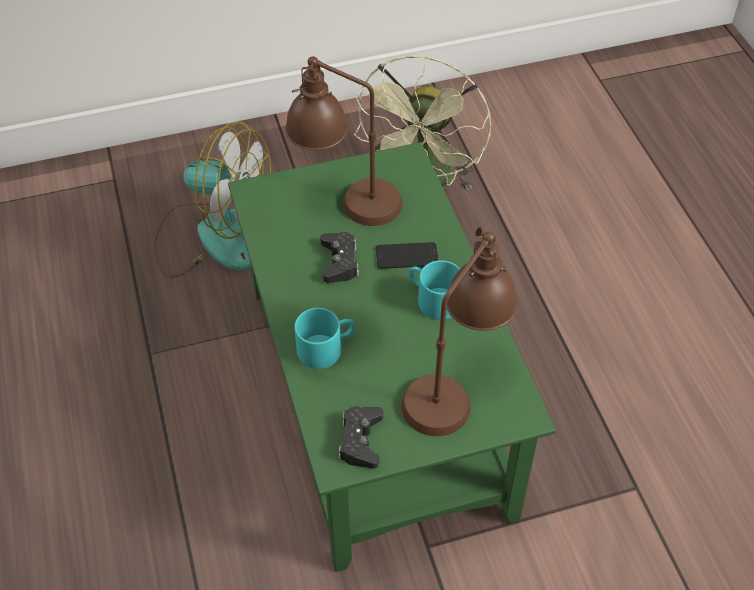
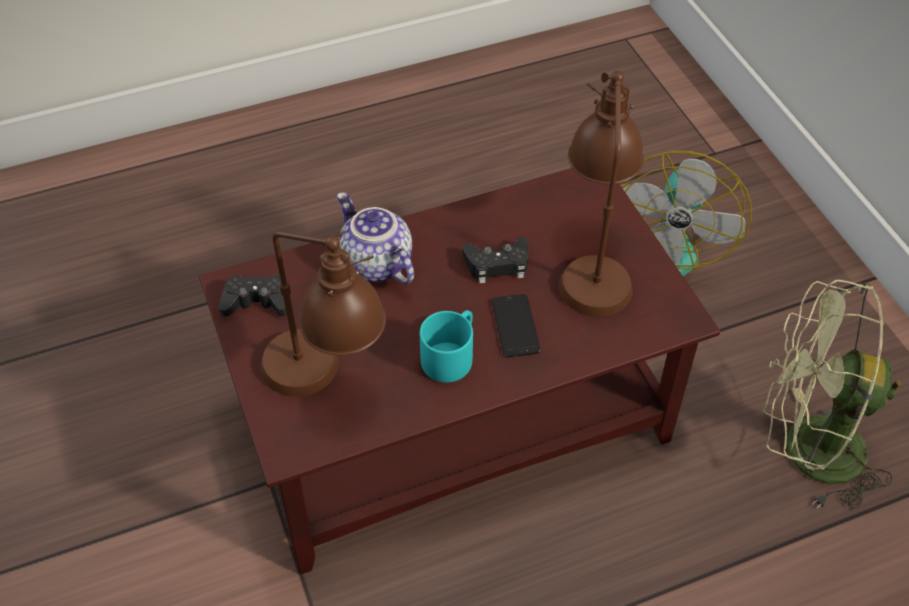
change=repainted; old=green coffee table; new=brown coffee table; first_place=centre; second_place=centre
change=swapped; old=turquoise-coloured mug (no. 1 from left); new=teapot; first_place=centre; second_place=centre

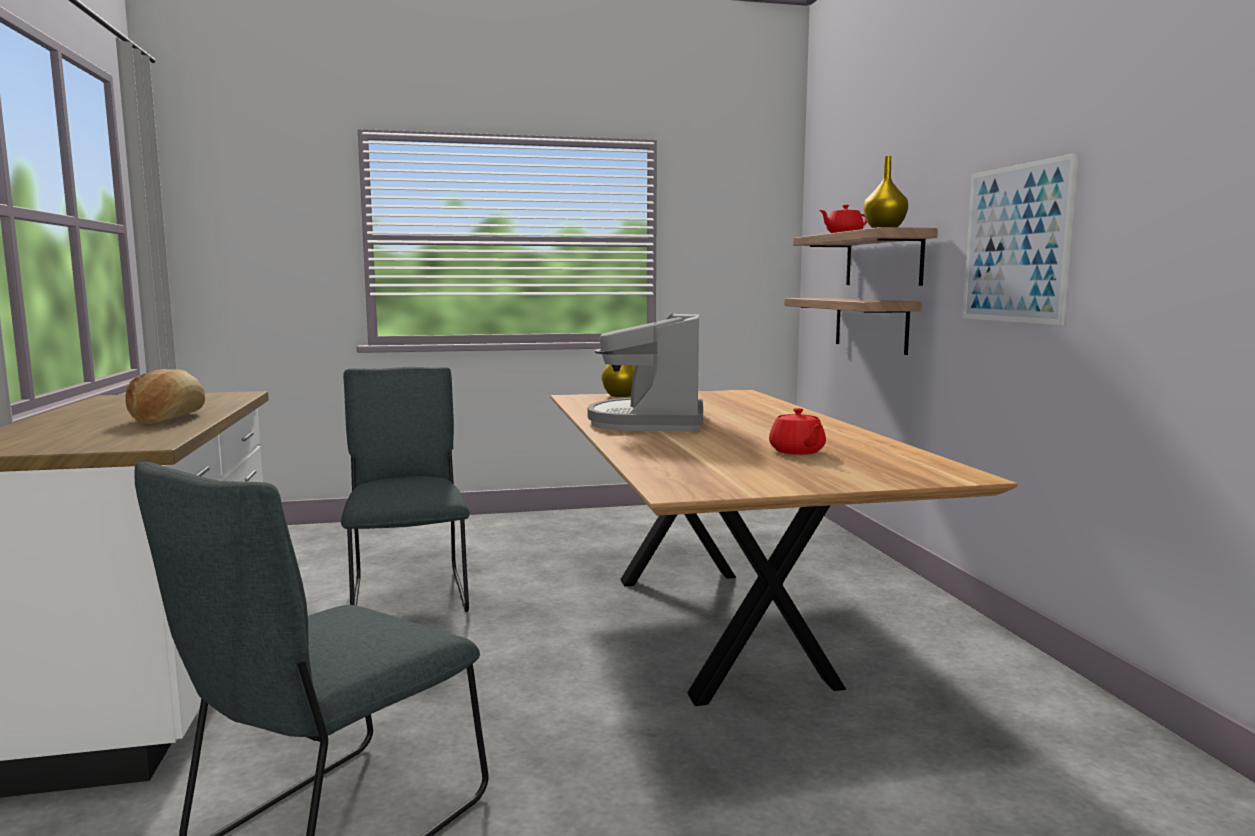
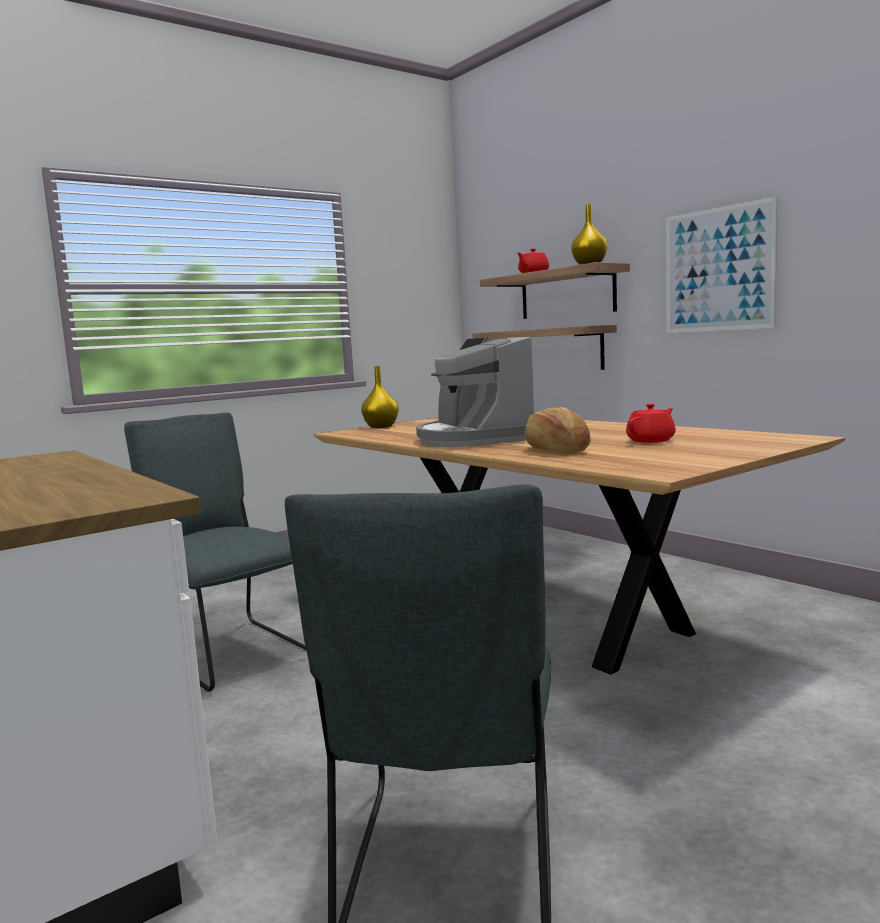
change=shifted; old=bakery bread; first_place=middle left; second_place=centre
change=rotated; old=red teapot (no. 1 from left in the first image); first_place=centre; second_place=middle right; degrees=-90

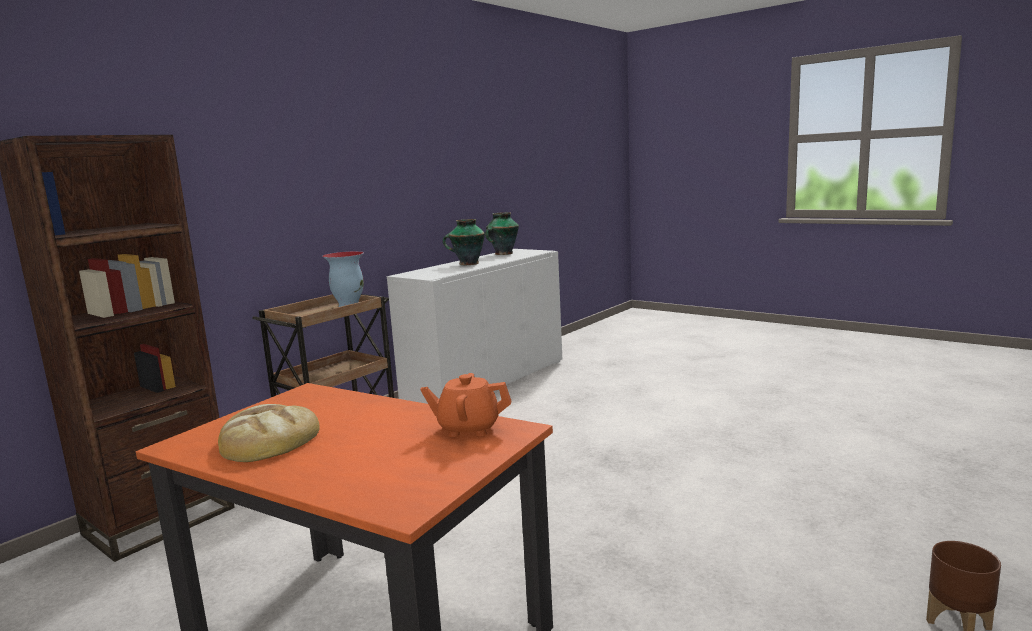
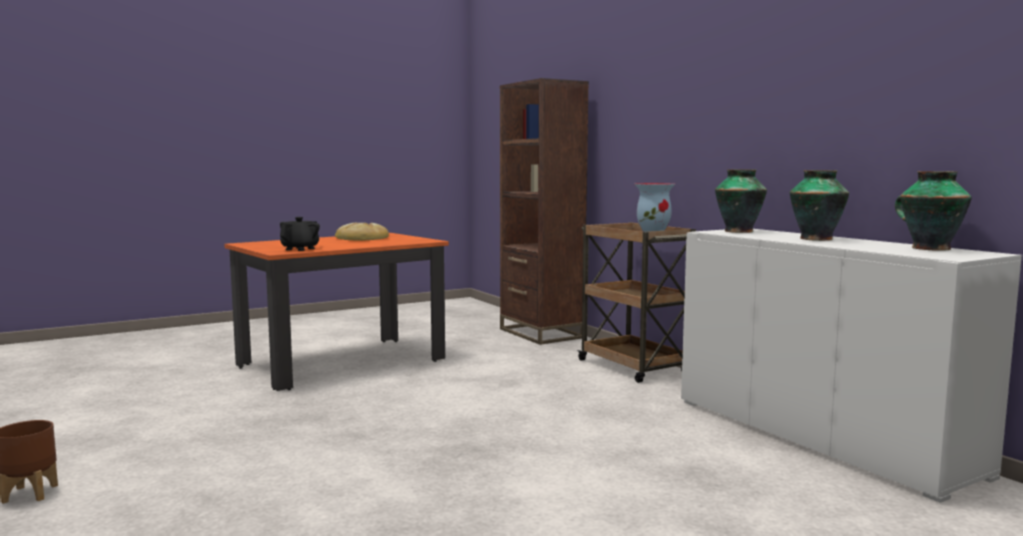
change=repainted; old=orangey teapot; new=black-coloured teapot; first_place=centre; second_place=middle left
change=new; new=decorative vase (no. 2 from left); second_place=middle right

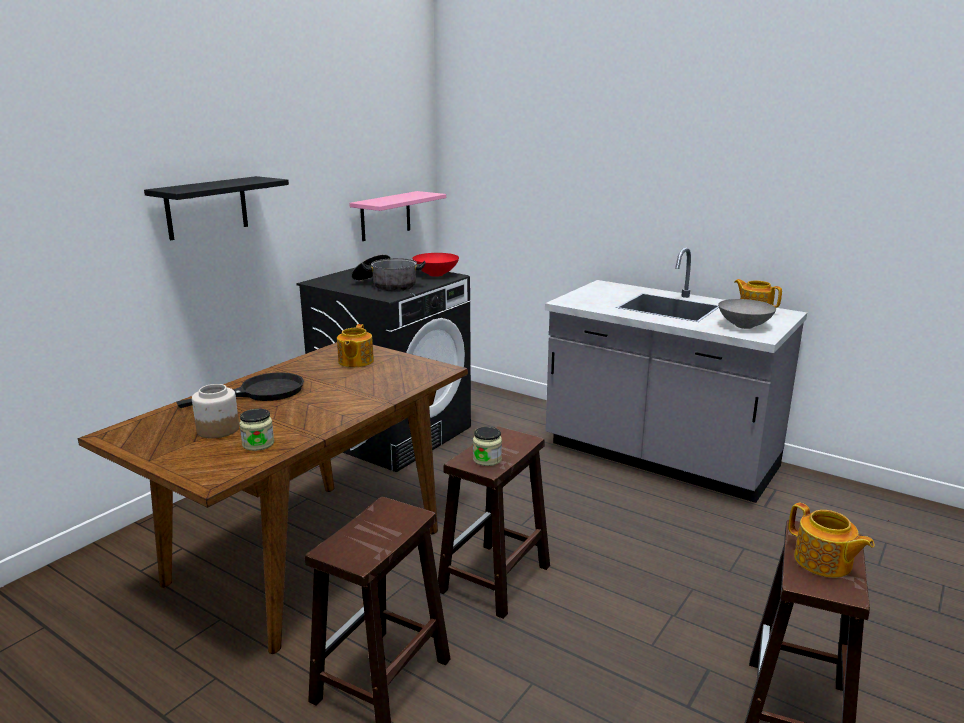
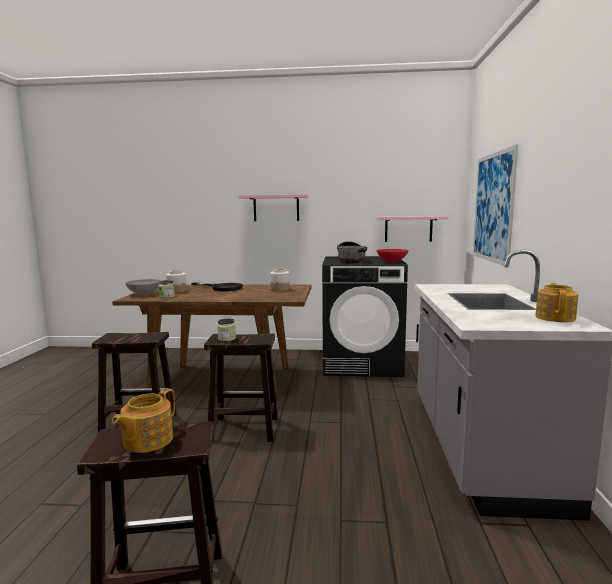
change=repainted; old=black-coloured shelf; new=pink shelf (no. 1 from left); first_place=top left; second_place=centre
change=shifted; old=greyish serving bowl; first_place=middle right; second_place=middle left
change=swapped; old=teapot (no. 1 from left); new=storage jar (no. 4 from left); first_place=centre; second_place=centre
change=new; new=wall picture; second_place=middle right

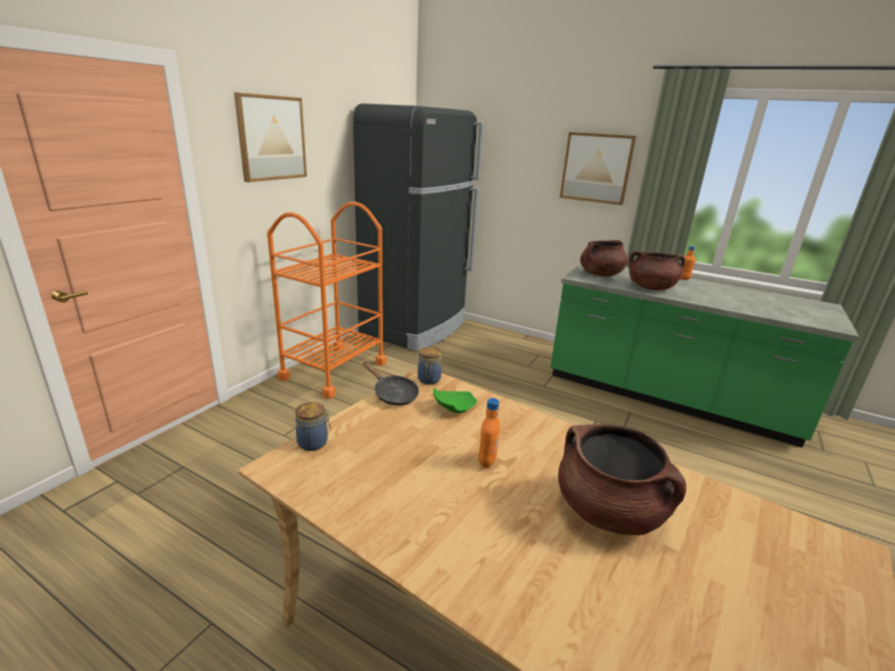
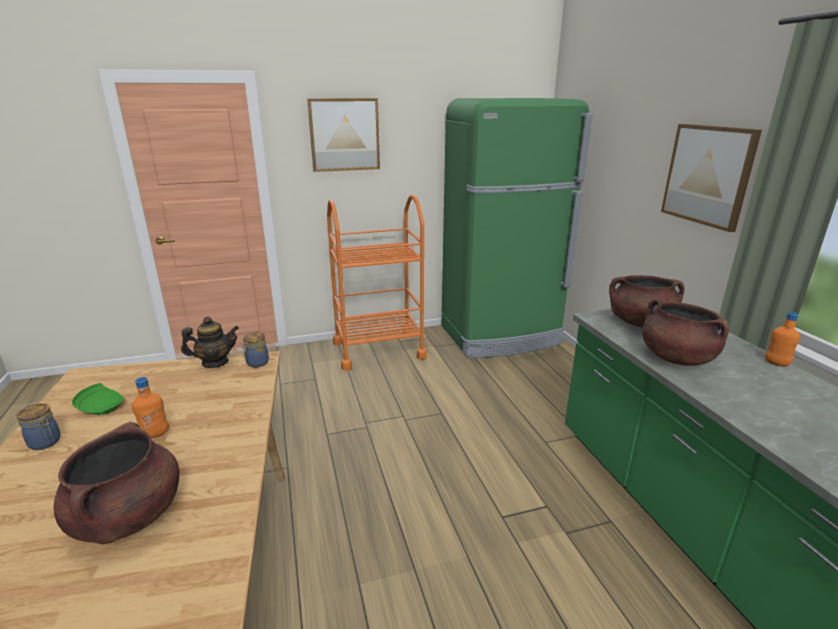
change=repainted; old=black-coloured kitchen fridge; new=green kitchen fridge; first_place=centre; second_place=centre
change=swapped; old=black-coloured pan; new=teapot; first_place=centre; second_place=middle left
change=shifted; old=green plate; first_place=centre; second_place=middle left
change=shifted; old=storage jar (no. 1 from left); first_place=centre; second_place=bottom left

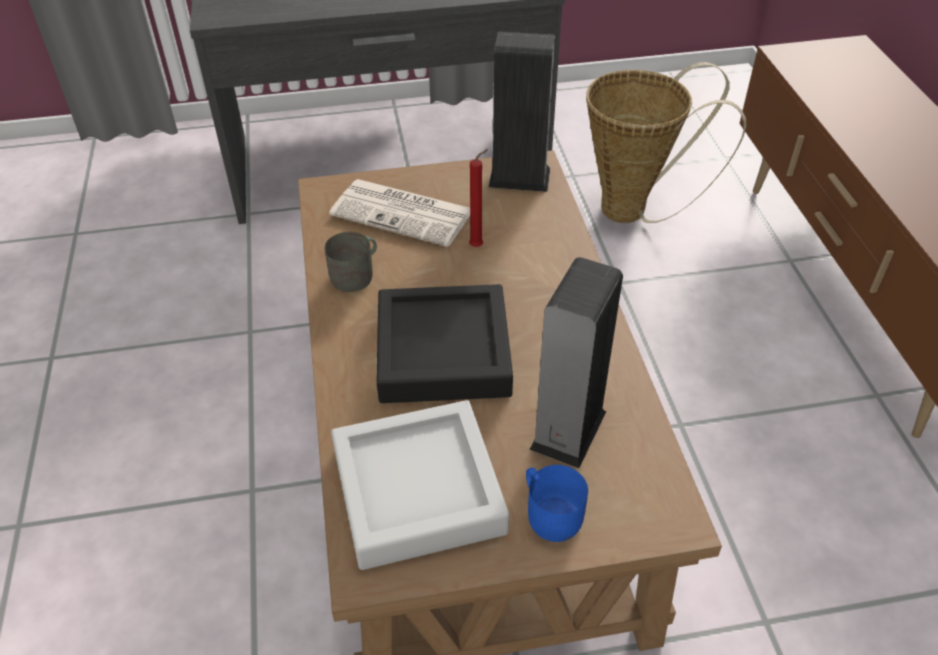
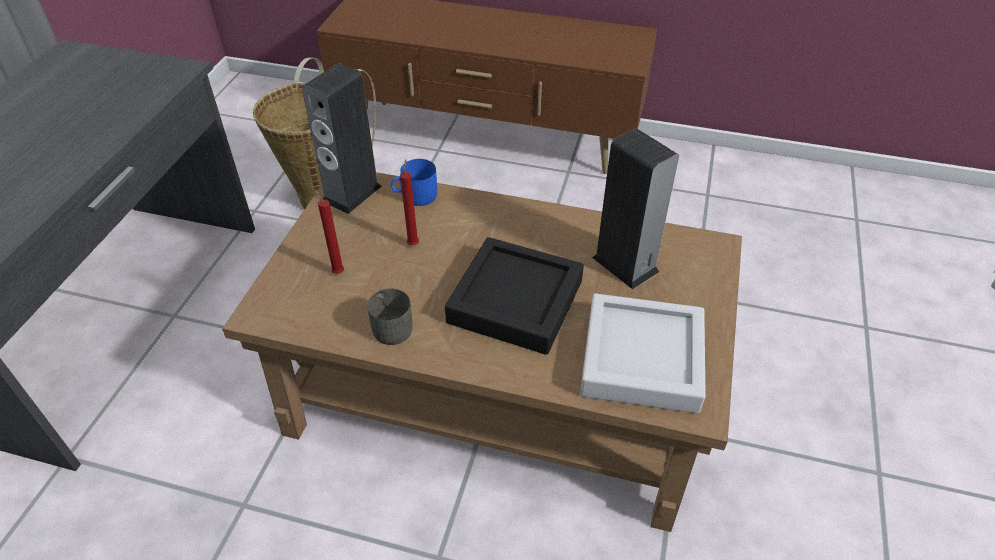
change=swapped; old=printed paper; new=red candle (no. 1 from left); first_place=top centre; second_place=middle left
change=shifted; old=blue mug; first_place=bottom centre; second_place=top centre

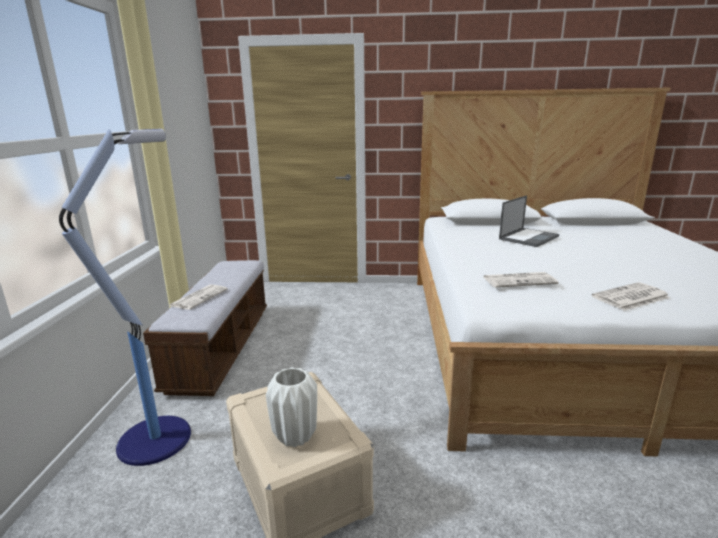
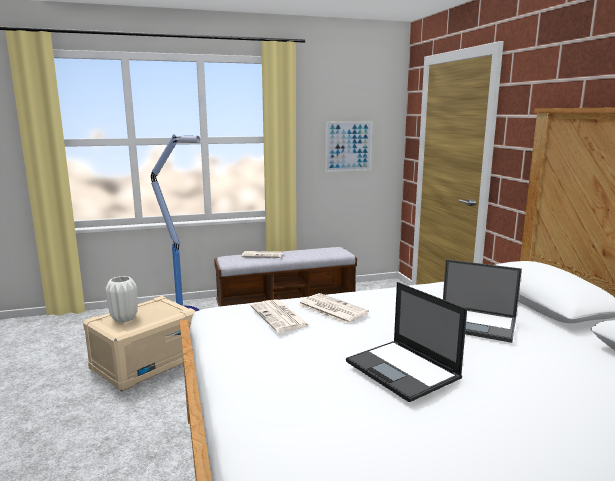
change=shifted; old=printed paper (no. 3 from left); first_place=middle right; second_place=centre
change=new; new=wall picture; second_place=top centre
change=new; new=portable computer (no. 1 from left); second_place=bottom centre

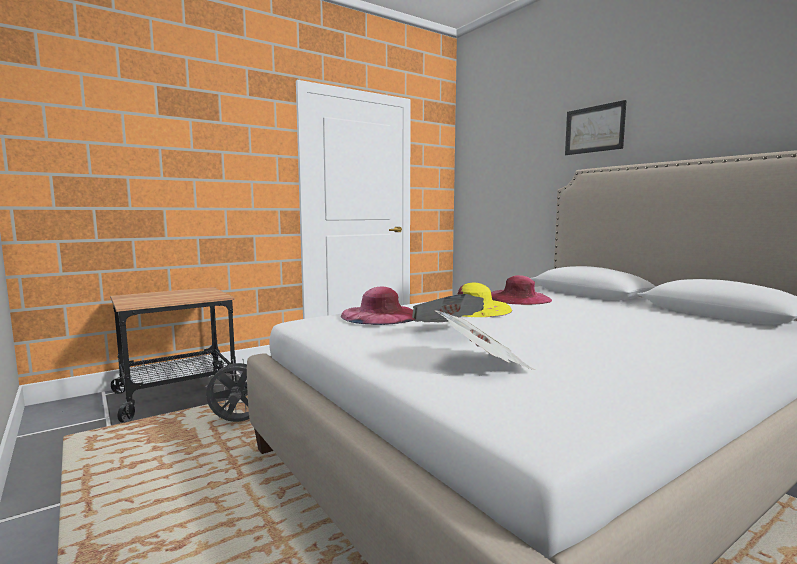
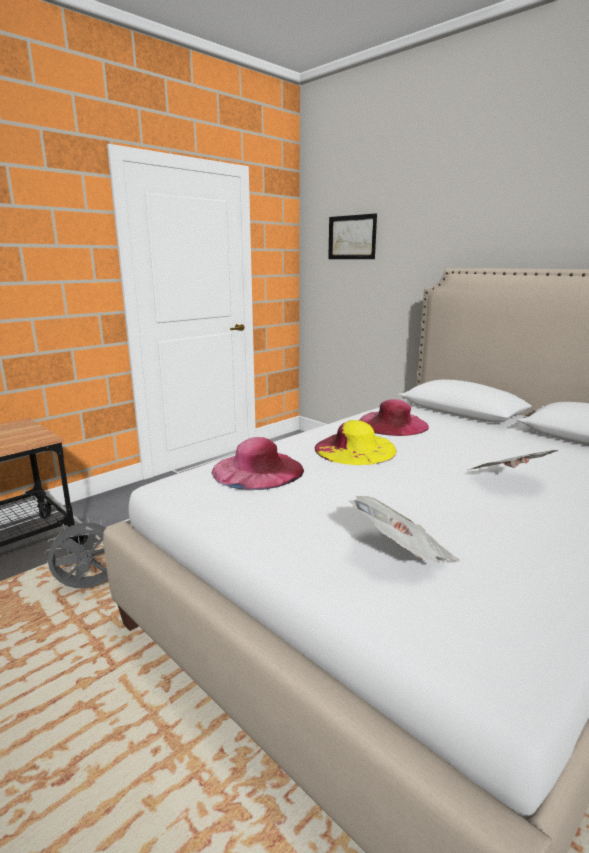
change=shifted; old=wall picture; first_place=top right; second_place=top centre
change=shifted; old=printed paper (no. 1 from left in the first image); new=printed paper (no. 2 from left); first_place=centre; second_place=middle right

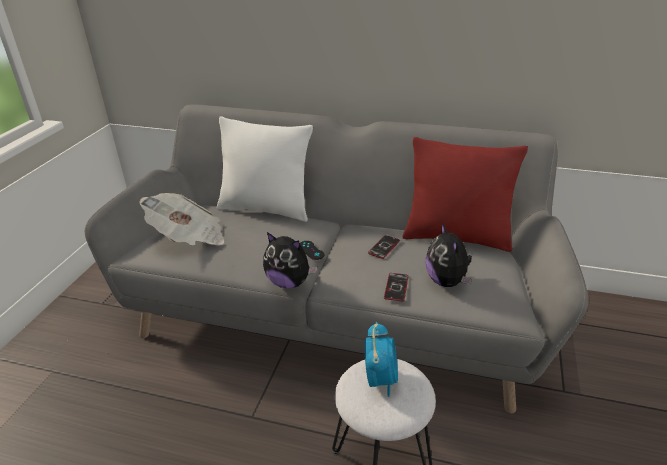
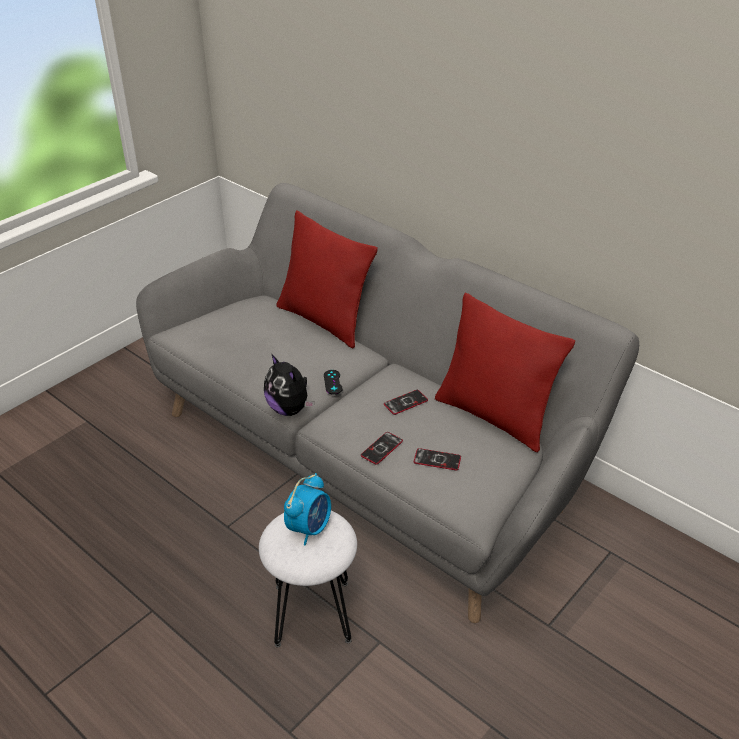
change=repainted; old=whitish cushion; new=red cushion (no. 1 from left); first_place=centre; second_place=centre
change=gone; old=printed paper; first_place=middle left
change=swapped; old=soft toy (no. 2 from left); new=handset (no. 3 from left); first_place=middle right; second_place=centre

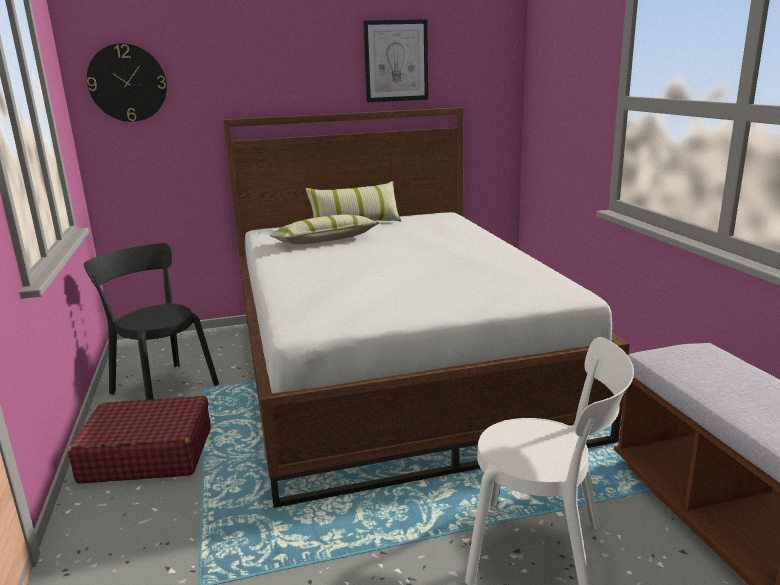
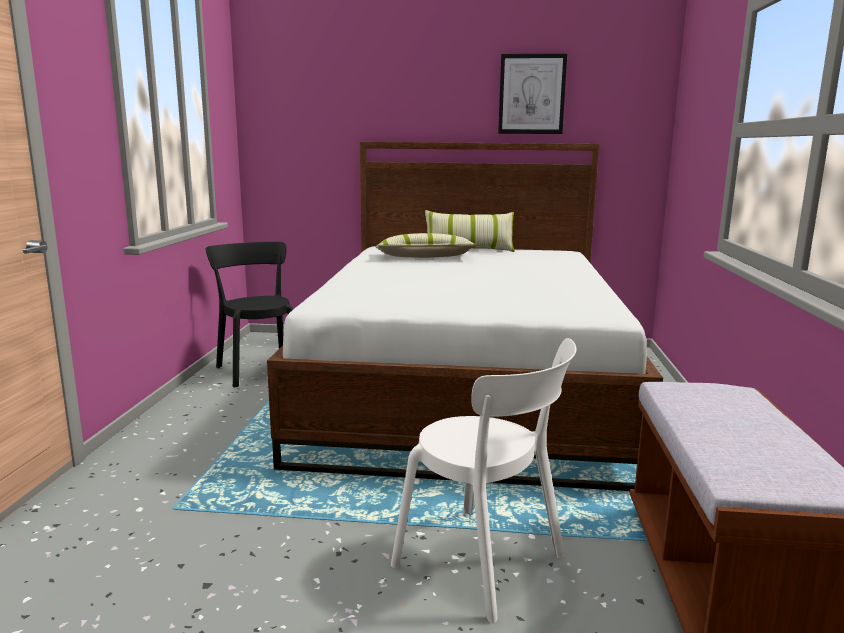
change=gone; old=wall clock; first_place=top left
change=gone; old=red piece of luggage; first_place=bottom left

